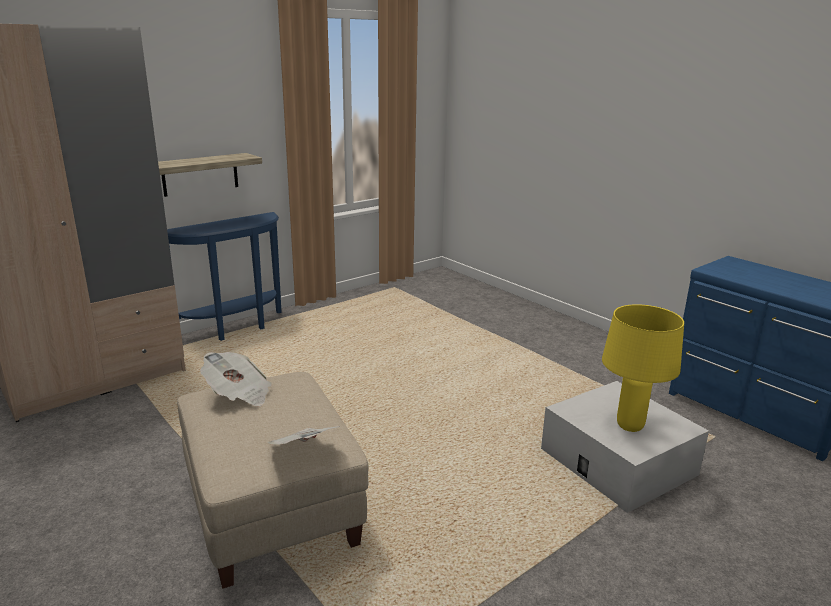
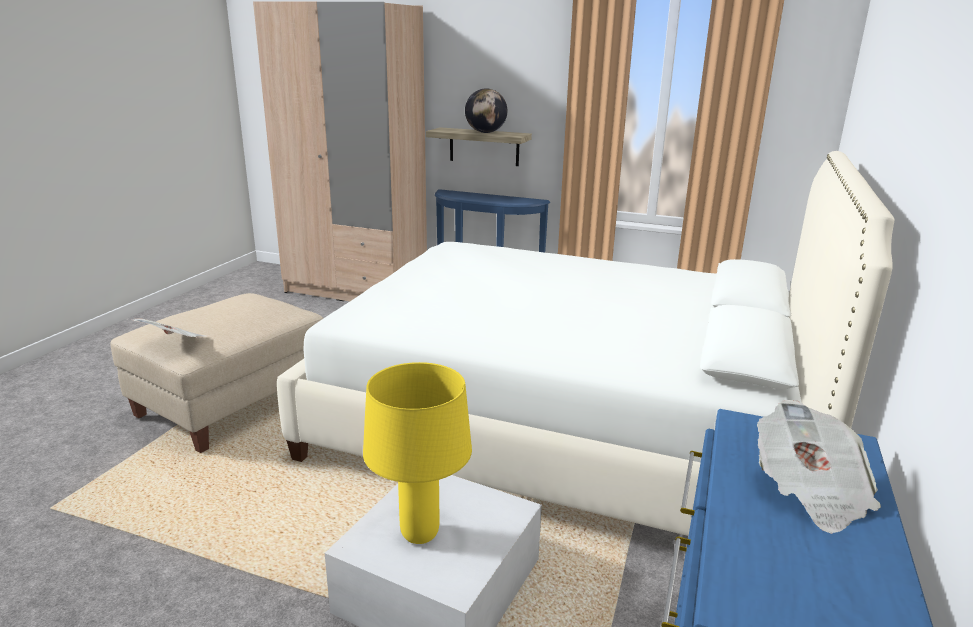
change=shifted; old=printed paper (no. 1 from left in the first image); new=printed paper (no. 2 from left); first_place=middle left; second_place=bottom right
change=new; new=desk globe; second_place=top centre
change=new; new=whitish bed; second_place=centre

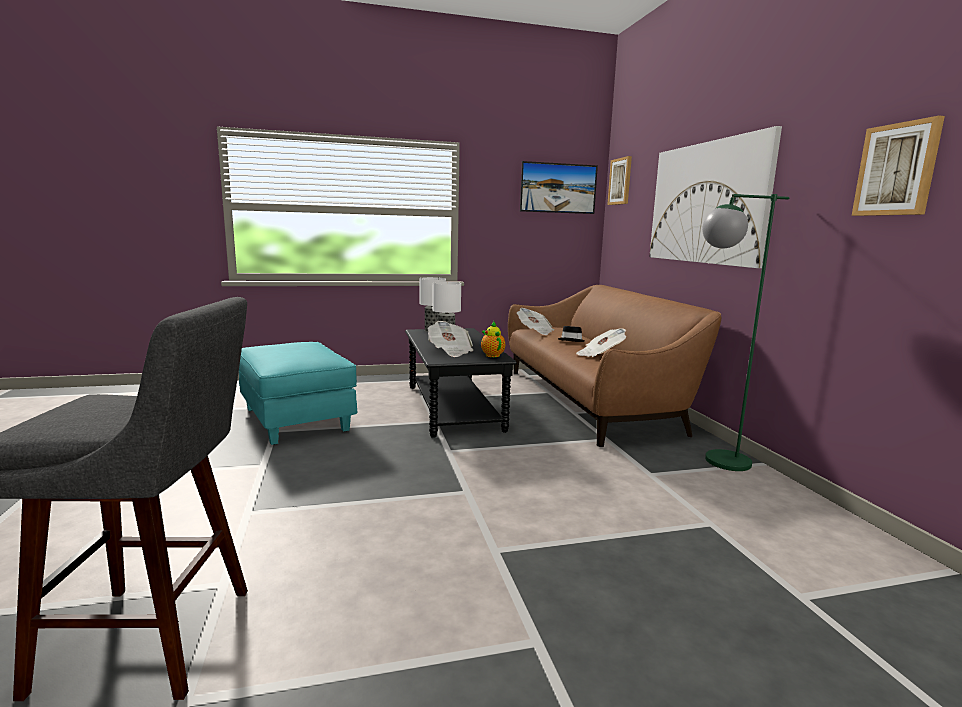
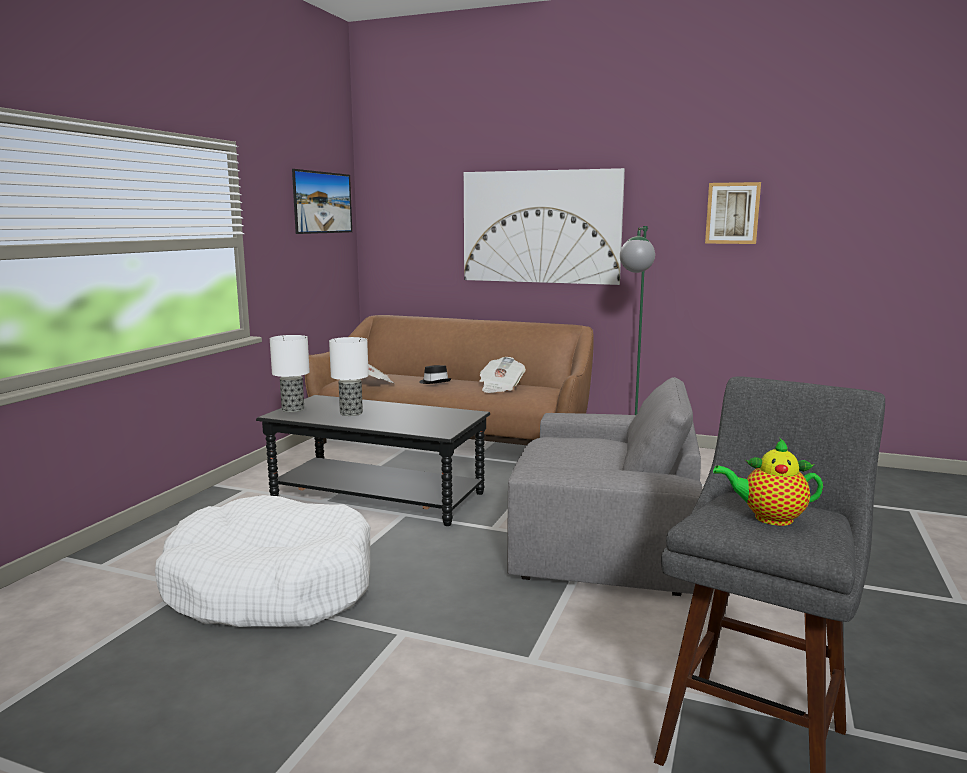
change=gone; old=wall picture (no. 2 from left); first_place=top centre
change=gone; old=printed paper (no. 1 from left); first_place=centre
change=shifted; old=teapot; first_place=centre; second_place=middle right
change=swapped; old=turquoise-coloured ottoman; new=whitish pet bed; first_place=middle left; second_place=bottom left
change=new; new=greyish armchair; second_place=centre

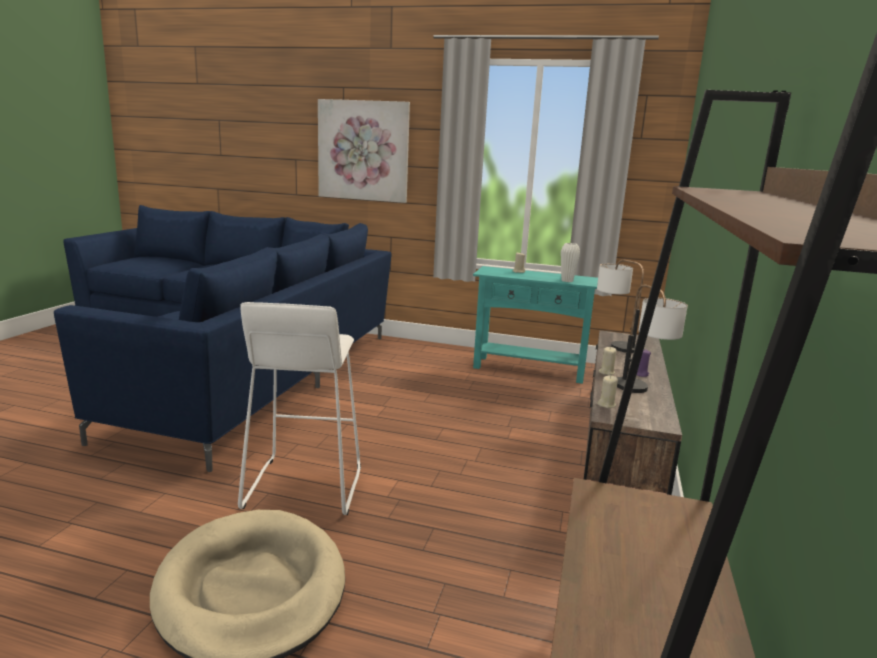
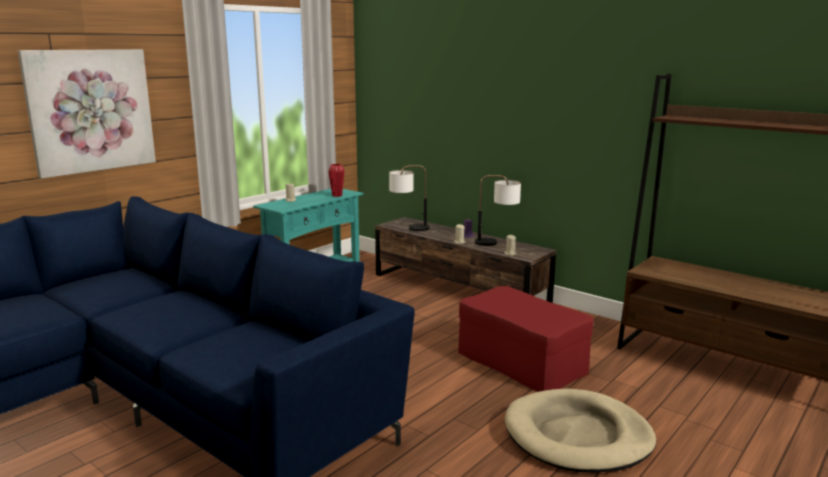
change=repainted; old=whitish decorative vase; new=red decorative vase; first_place=centre; second_place=centre
change=gone; old=whitish sitting stool; first_place=centre
change=new; new=red ottoman; second_place=bottom centre

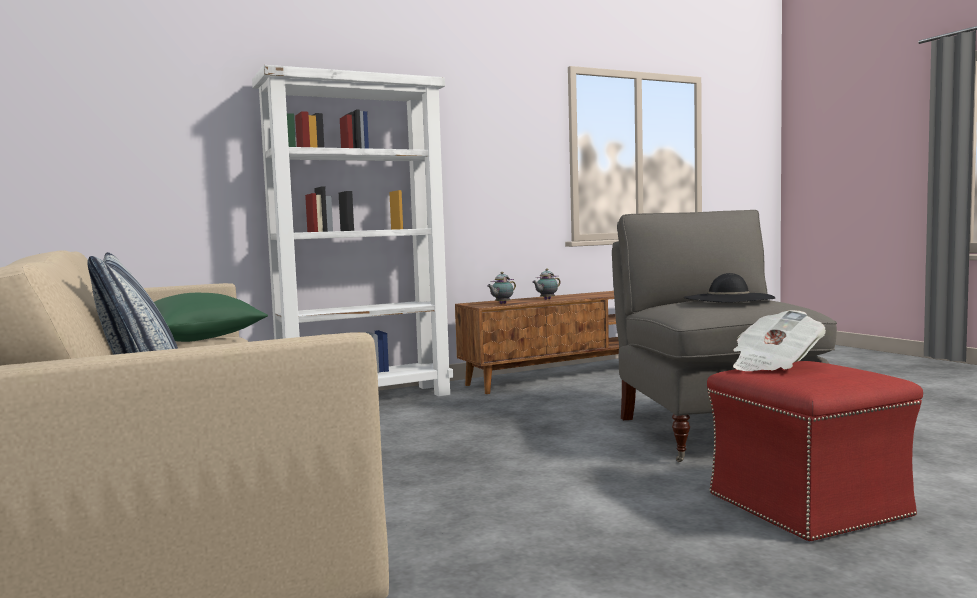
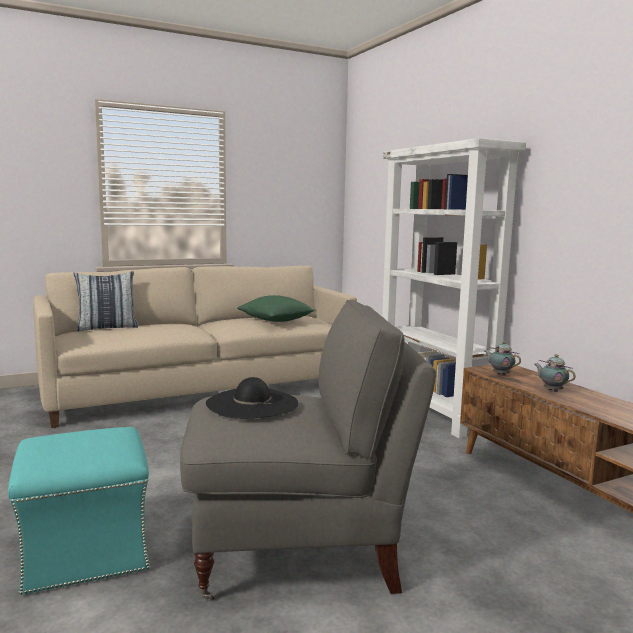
change=gone; old=printed paper; first_place=middle right
change=repainted; old=red ottoman; new=turquoise-coloured ottoman; first_place=bottom right; second_place=bottom left

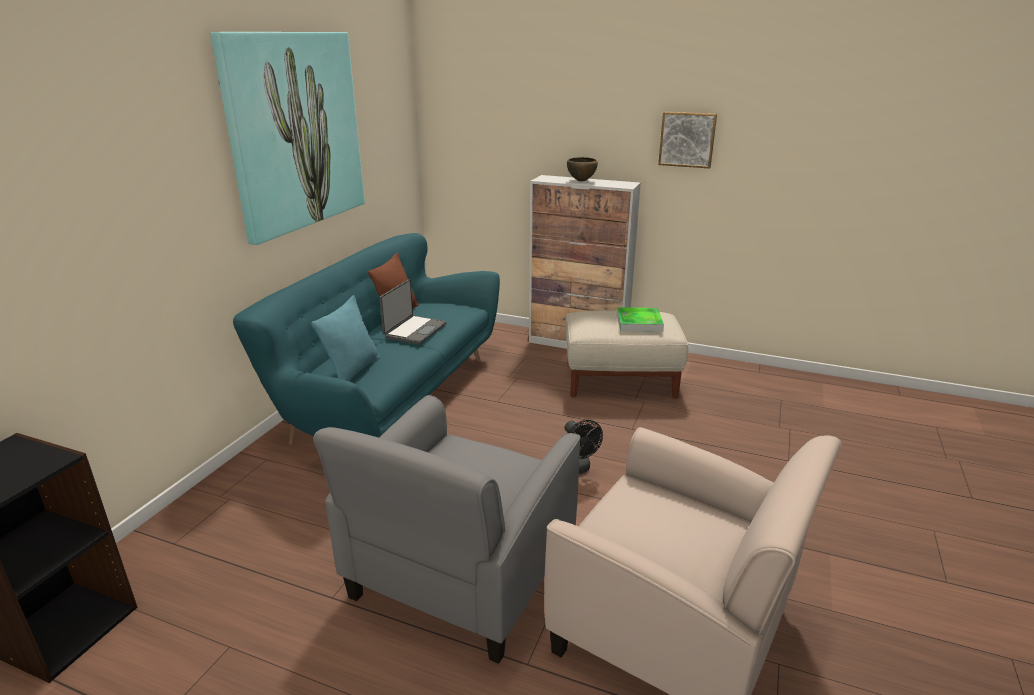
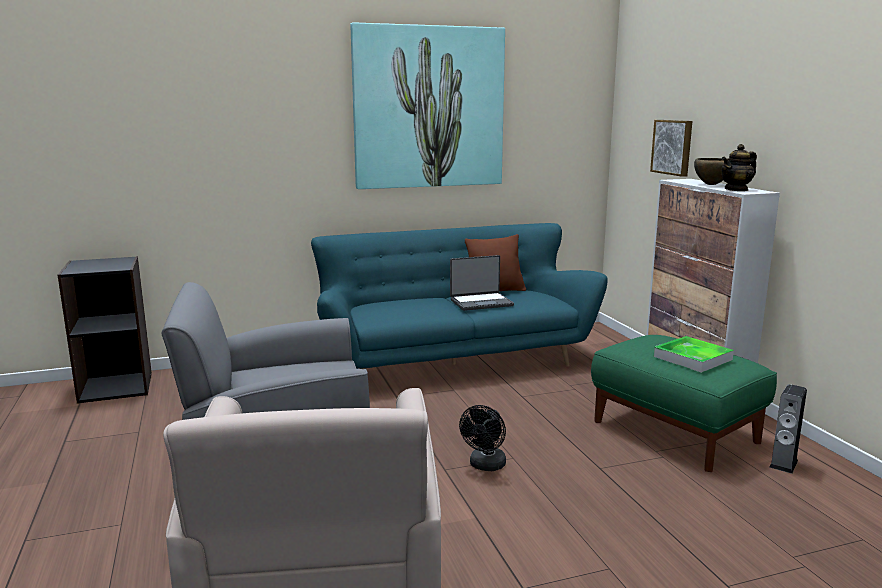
change=shifted; old=wall picture (no. 2 from left); first_place=top centre; second_place=top right
change=gone; old=turquoise-coloured cushion; first_place=centre
change=repainted; old=beige-coloured ottoman; new=green ottoman; first_place=centre; second_place=bottom right
change=new; new=teapot; second_place=top right
change=new; new=speaker; second_place=bottom right

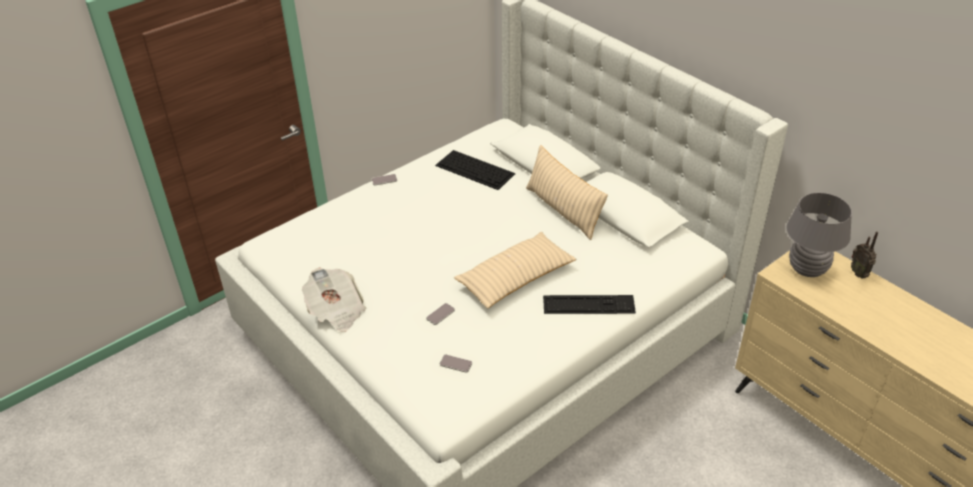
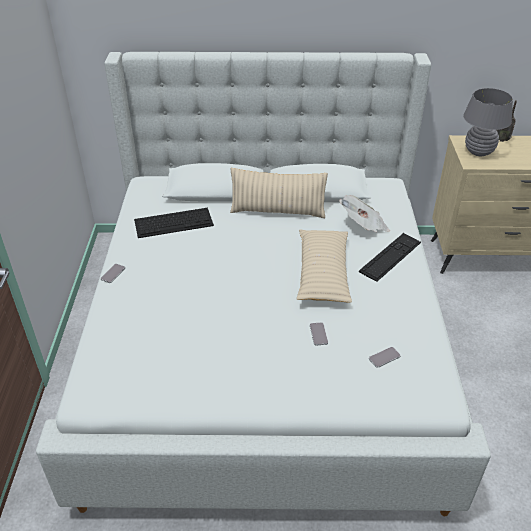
change=shifted; old=printed paper; first_place=centre; second_place=middle right

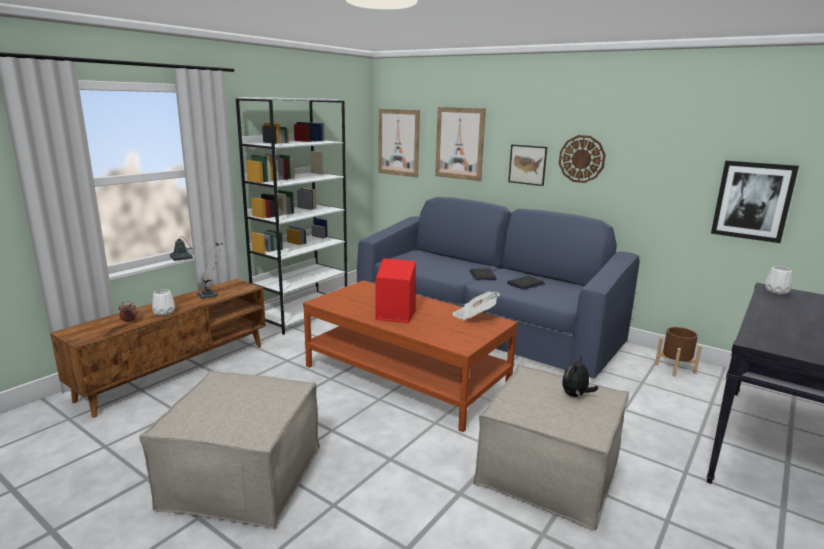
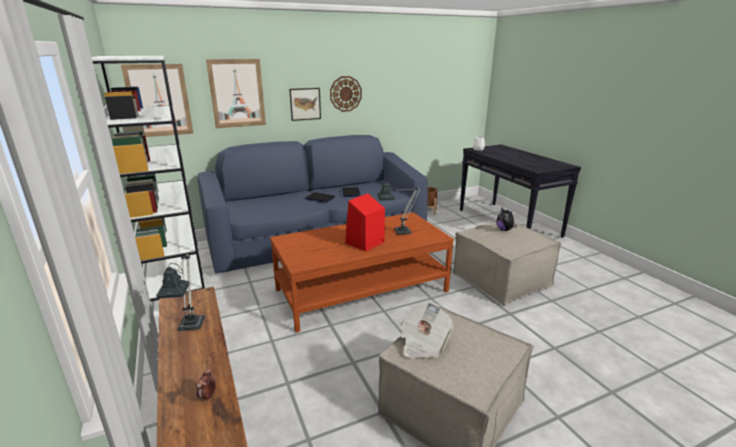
change=gone; old=wall picture (no. 4 from left); first_place=middle right
change=gone; old=whitish decorative vase (no. 1 from left); first_place=middle left
change=shifted; old=printed paper; first_place=centre; second_place=bottom centre
change=new; new=lamp for a table (no. 2 from left); second_place=centre

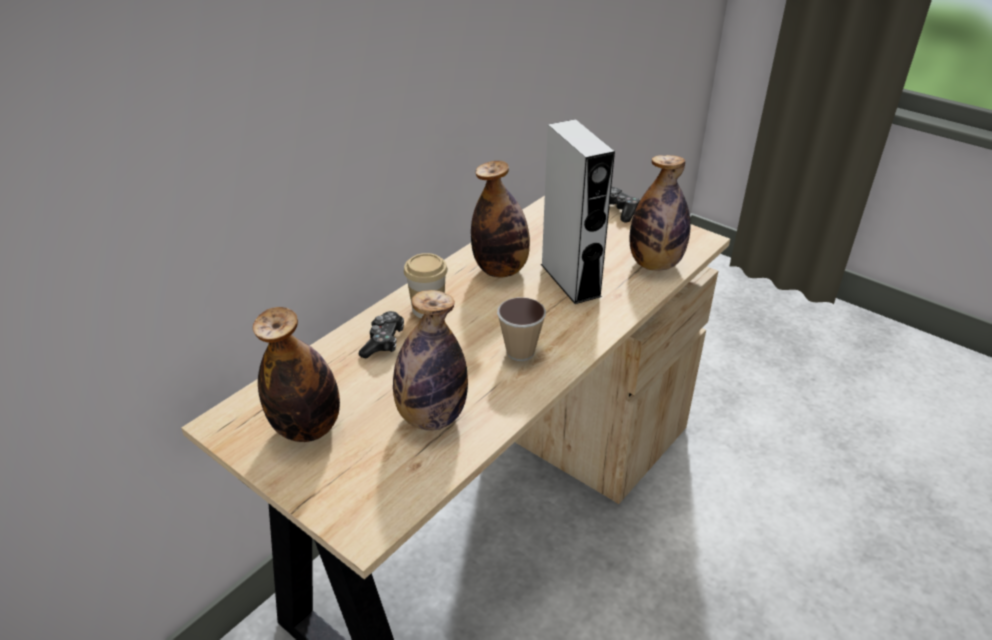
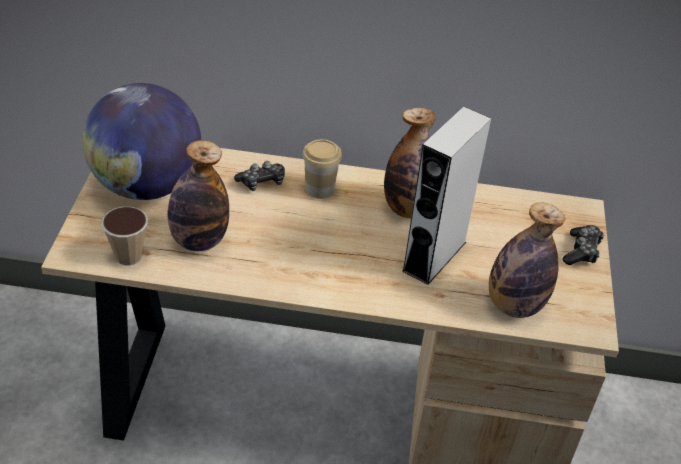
change=shifted; old=cup (no. 2 from left in the first image); new=cup (no. 1 from left); first_place=centre; second_place=middle left
change=swapped; old=bottle (no. 1 from left); new=desk globe; first_place=middle left; second_place=top left

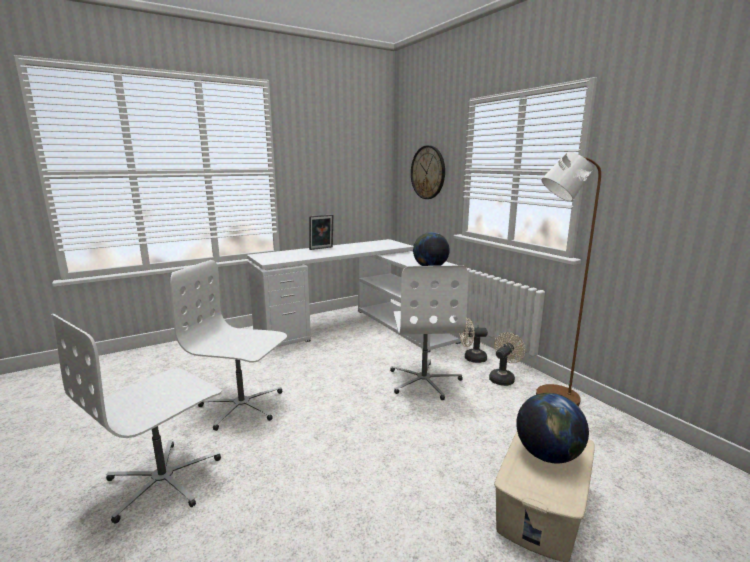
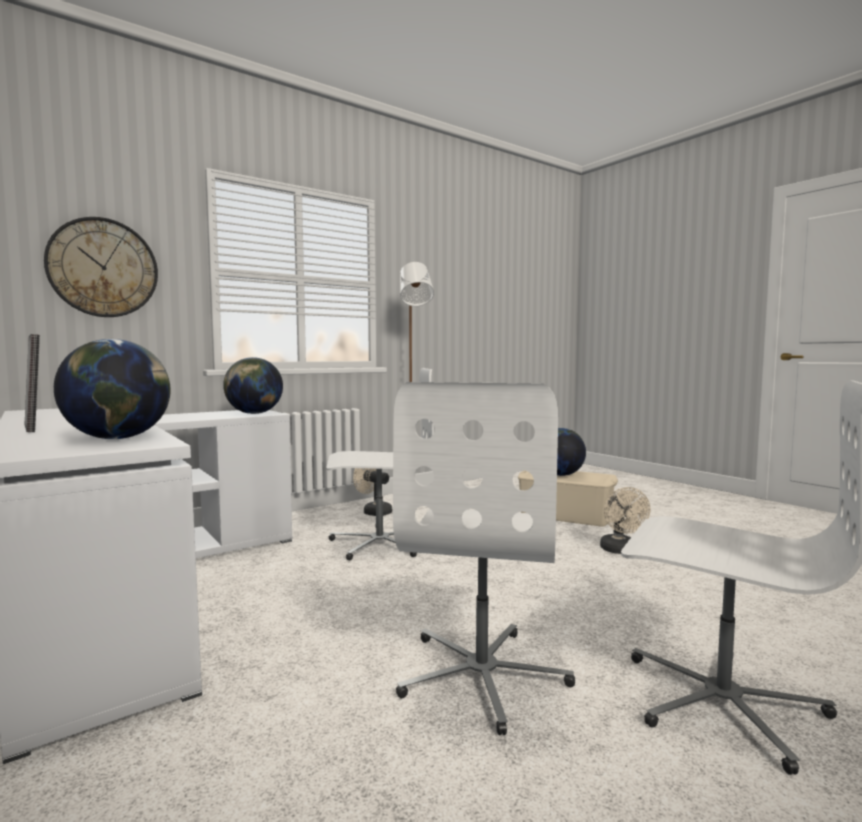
change=shifted; old=beige-coloured electric fan (no. 1 from left in the first image); new=beige-coloured electric fan (no. 2 from left); first_place=centre; second_place=middle right
change=new; new=desk globe (no. 1 from left); second_place=middle left

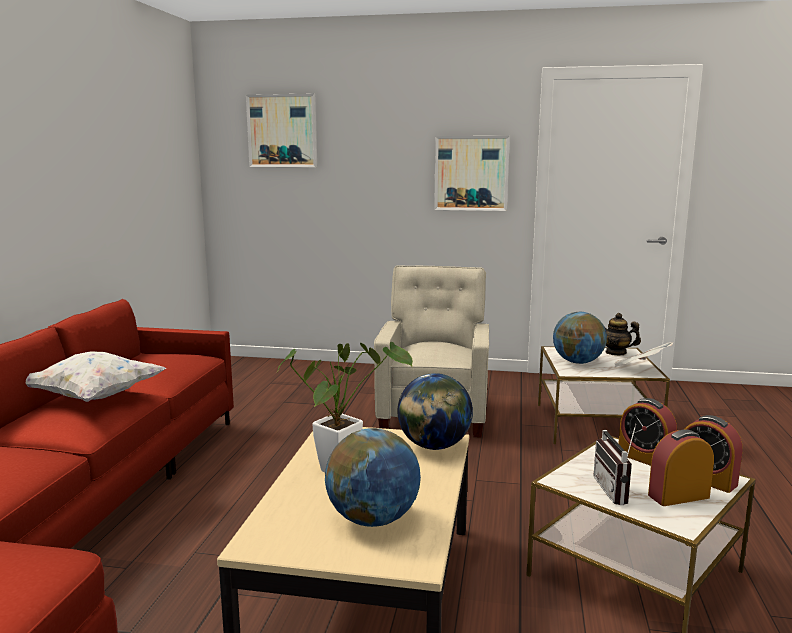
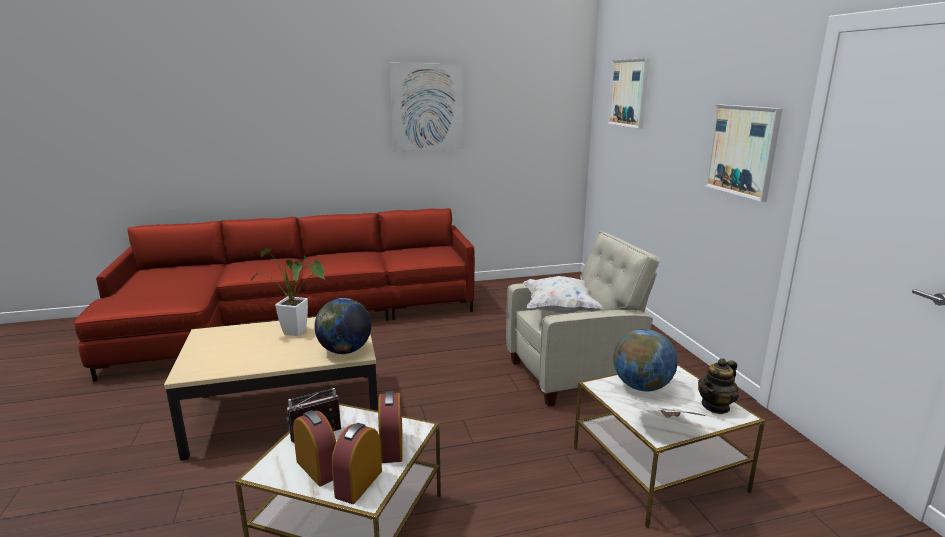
change=rotated; old=teapot; first_place=middle right; second_place=bottom right; degrees=-135
change=shifted; old=whitish cushion; first_place=middle left; second_place=centre
change=rotated; old=table clock (no. 1 from left in the first image); first_place=bottom right; second_place=bottom centre; degrees=150
change=gone; old=desk globe (no. 1 from left); first_place=bottom centre
change=new; new=wall picture (no. 1 from left); second_place=top centre

